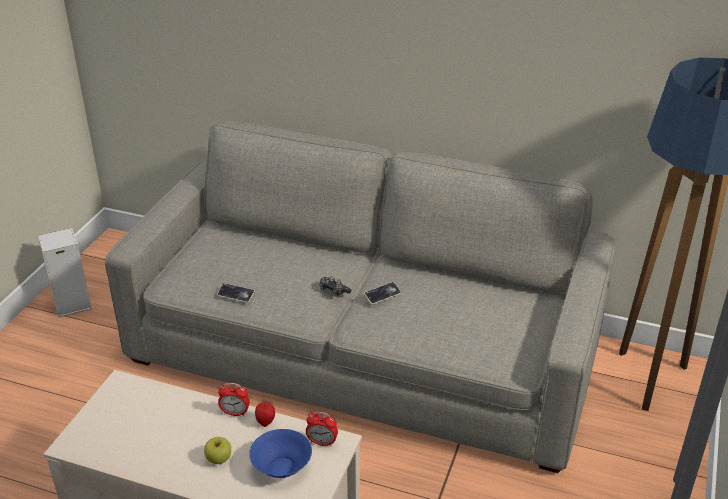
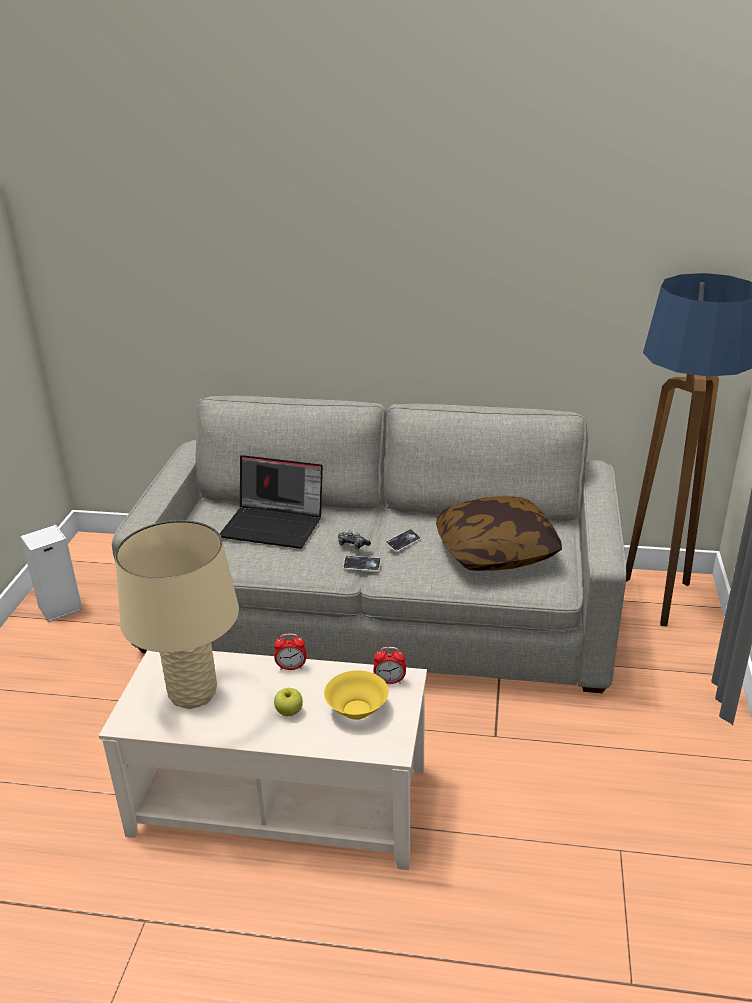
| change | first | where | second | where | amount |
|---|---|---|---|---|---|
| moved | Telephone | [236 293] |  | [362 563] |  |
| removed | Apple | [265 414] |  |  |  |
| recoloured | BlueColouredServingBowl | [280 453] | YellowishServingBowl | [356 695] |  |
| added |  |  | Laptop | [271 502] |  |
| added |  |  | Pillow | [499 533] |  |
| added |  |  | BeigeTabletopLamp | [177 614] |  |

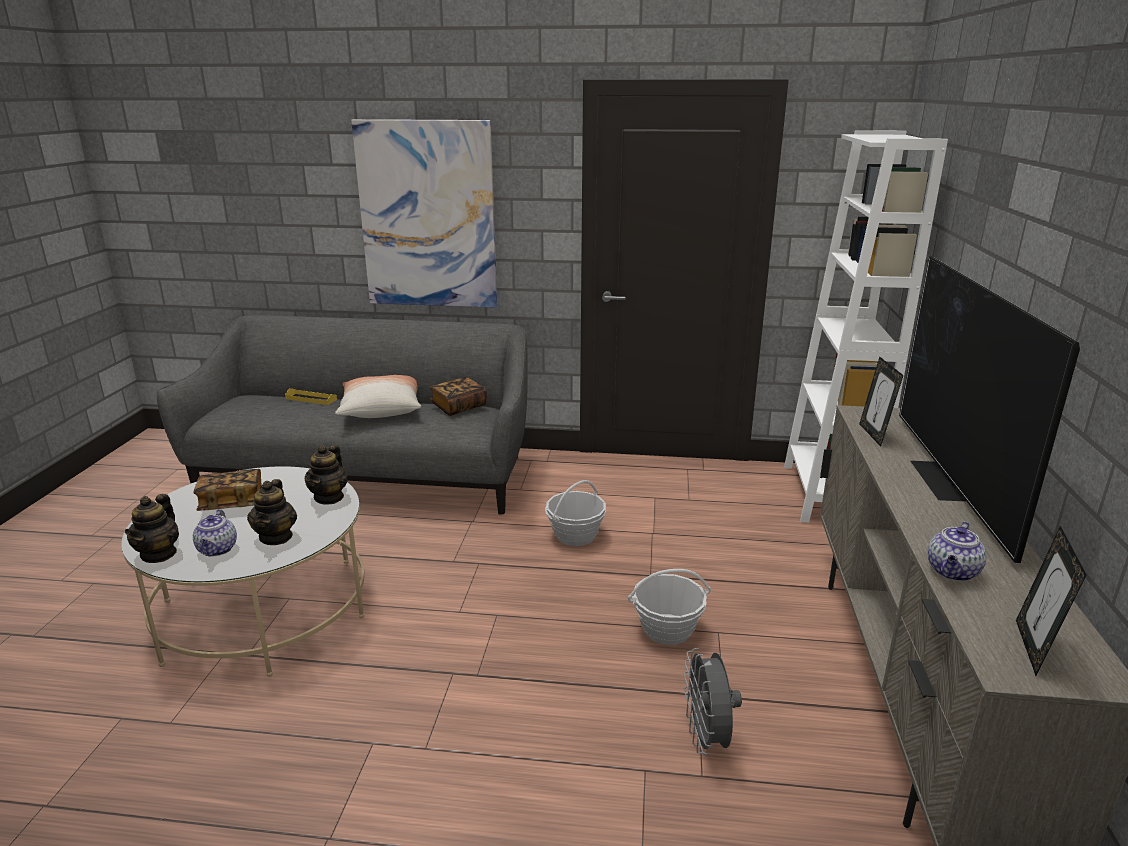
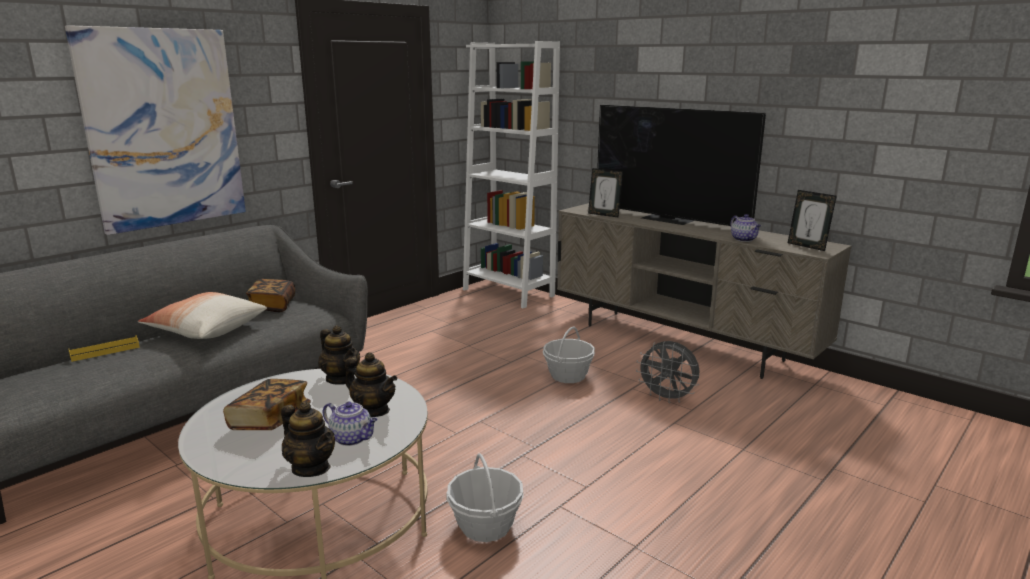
| change | first | where | second | where | amount |
|---|---|---|---|---|---|
| moved | StorageBasket | [575 513] |  | [485 497] |  |

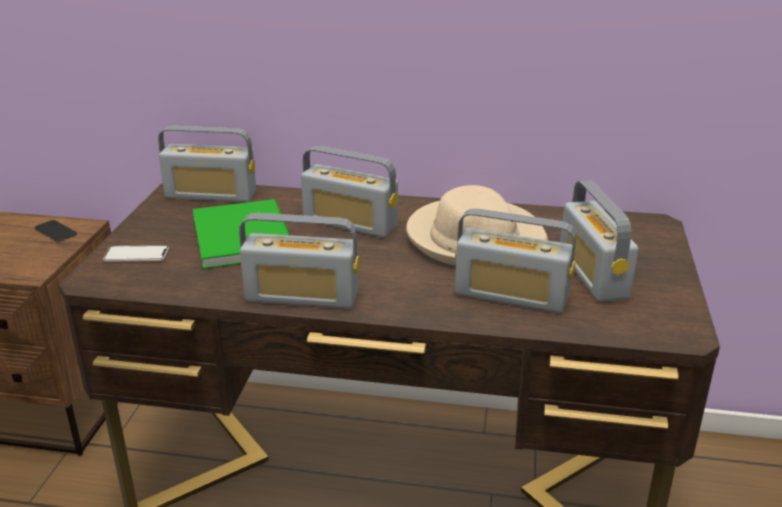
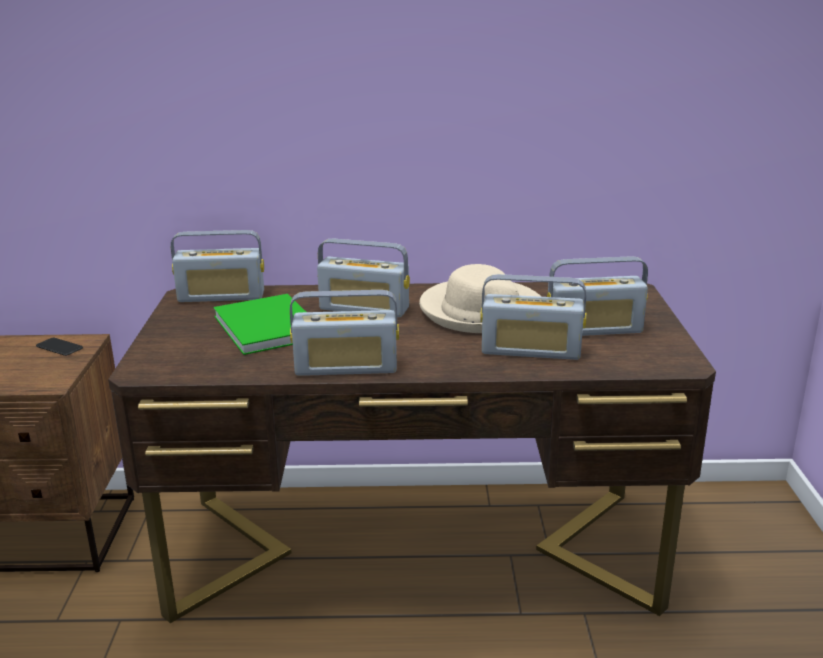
| change | first | where | second | where | amount |
|---|---|---|---|---|---|
| turned | Radio | [599 241] |  | [597 296] | 75 degrees counterclockwise |
| removed | Telephone | [136 253] |  |  |  |

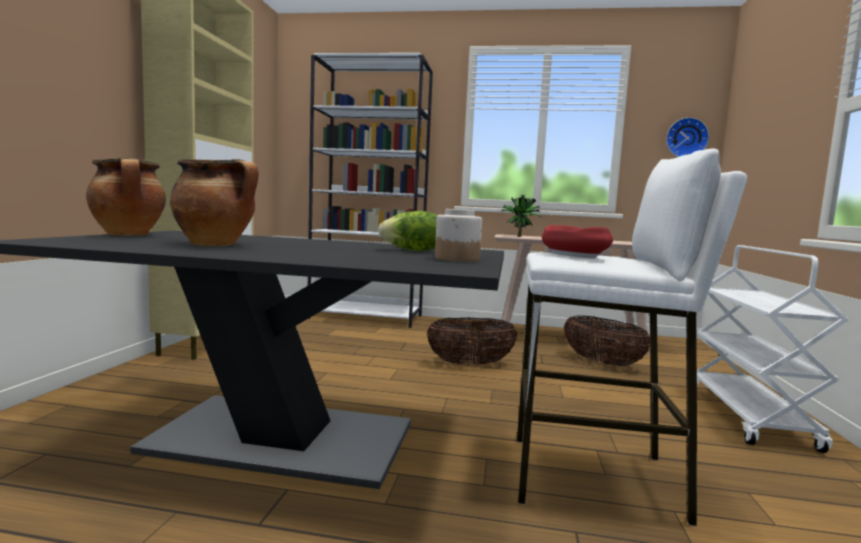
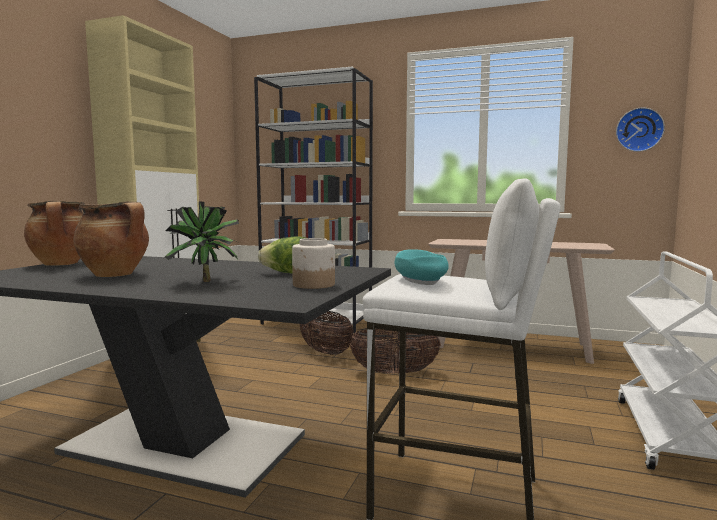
| change | first | where | second | where | amount |
|---|---|---|---|---|---|
| moved | PottedPlant | [521 216] |  | [202 242] |  |
| recoloured | RedServingBowl | [577 241] | BlueGreenServingBowl | [421 267] |  |
| moved | StorageBasket | [607 340] |  | [326 333] |  |

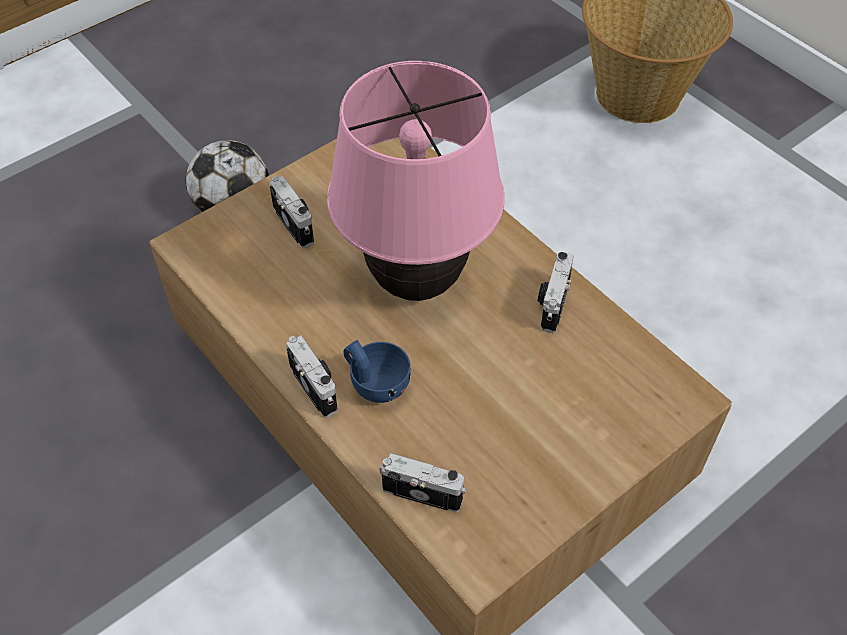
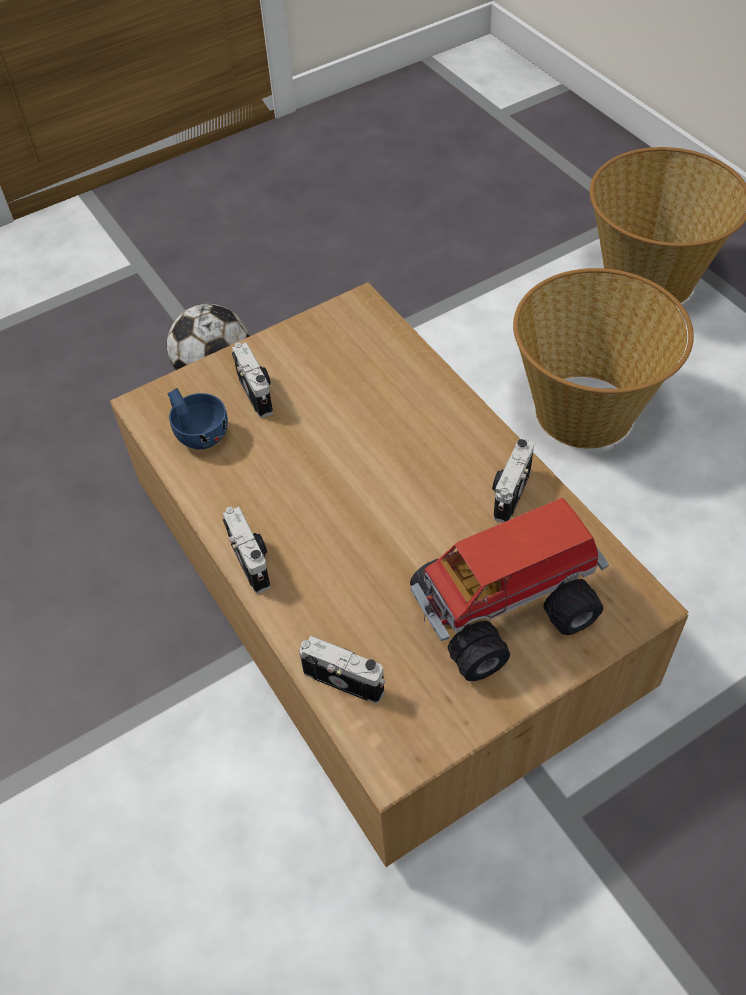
| change | first | where | second | where | amount |
|---|---|---|---|---|---|
| removed | PinkColouredTabletopLamp | [416 181] |  |  |  |
| moved | BlueColouredDrinkingCup | [377 371] |  | [197 418] |  |
| added |  |  | StorageBasket | [603 358] |  |
| added |  |  | ToyLorry | [509 589] |  |

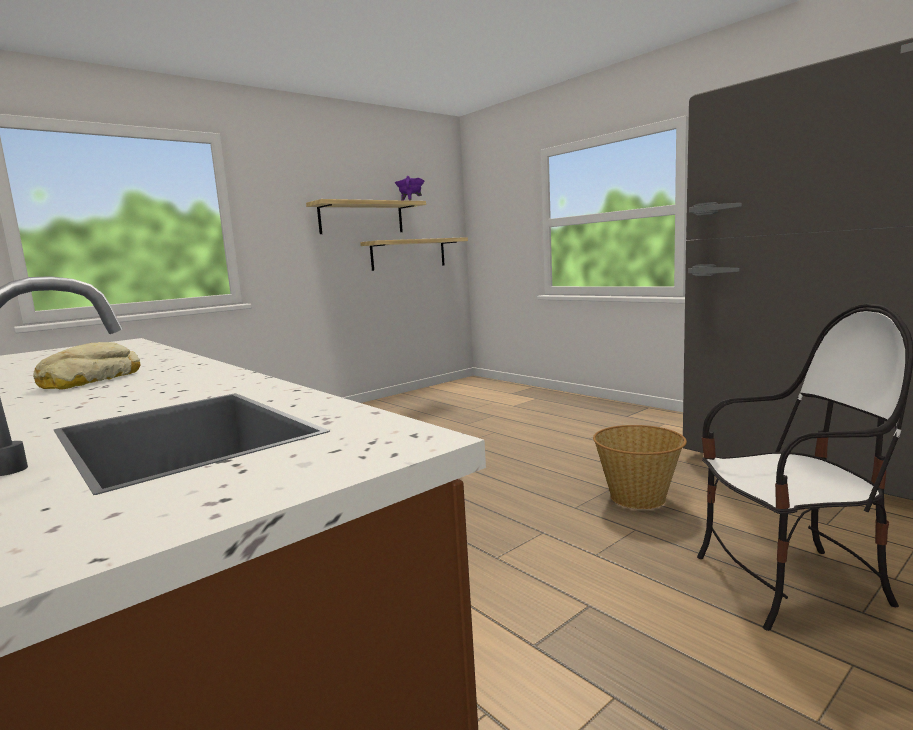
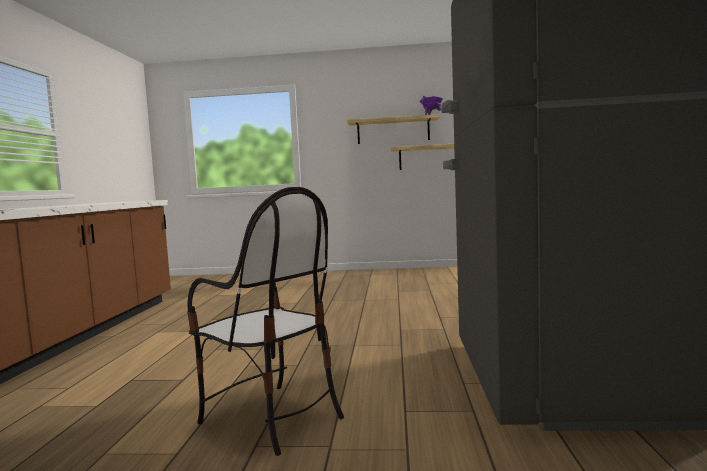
| change | first | where | second | where | amount |
|---|---|---|---|---|---|
| removed | BakeryBread | [87 366] |  |  |  |
| removed | StorageBasket | [640 467] |  |  |  |

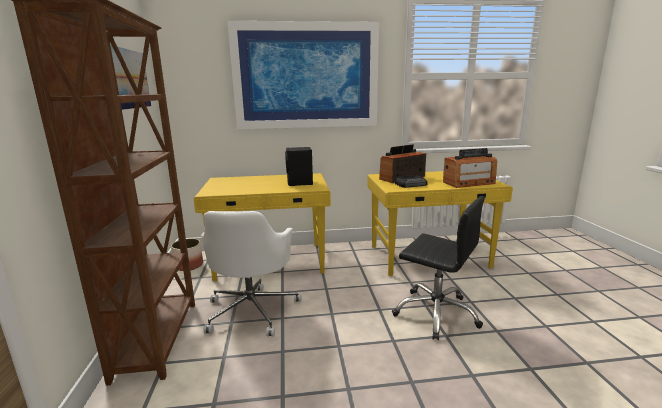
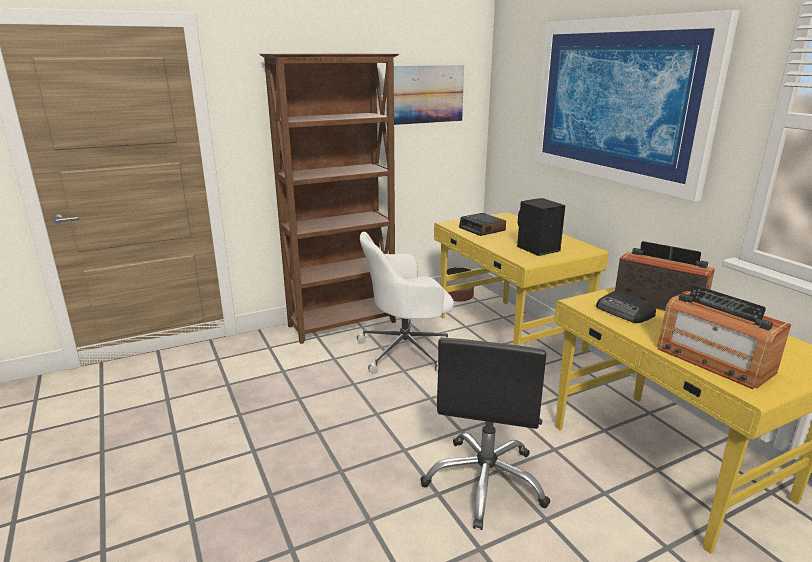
| change | first | where | second | where | amount |
|---|---|---|---|---|---|
| added |  |  | BedsideClock | [482 224] |  |

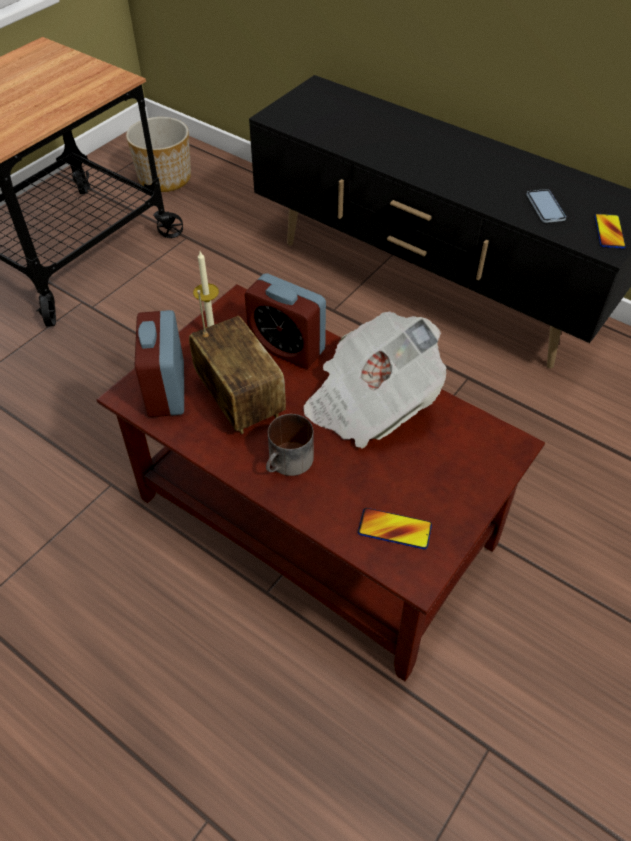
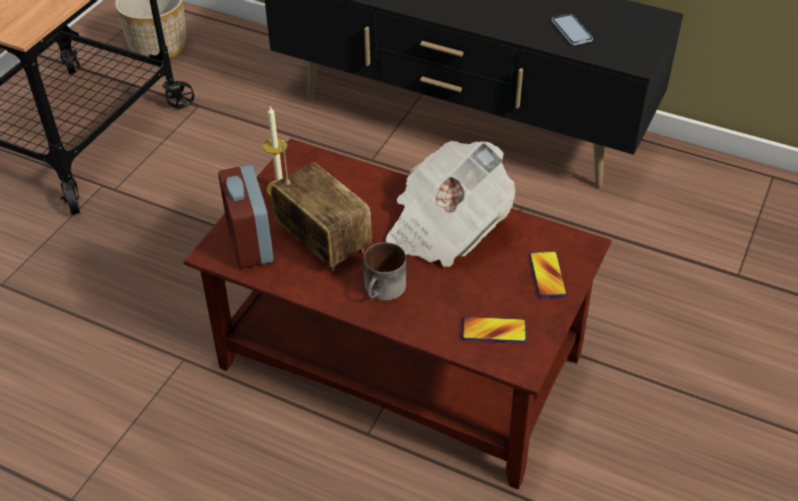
| change | first | where | second | where | amount |
|---|---|---|---|---|---|
| moved | Telephone | [610 231] |  | [548 274] |  |
| removed | BedsideClock | [285 321] |  |  |  |

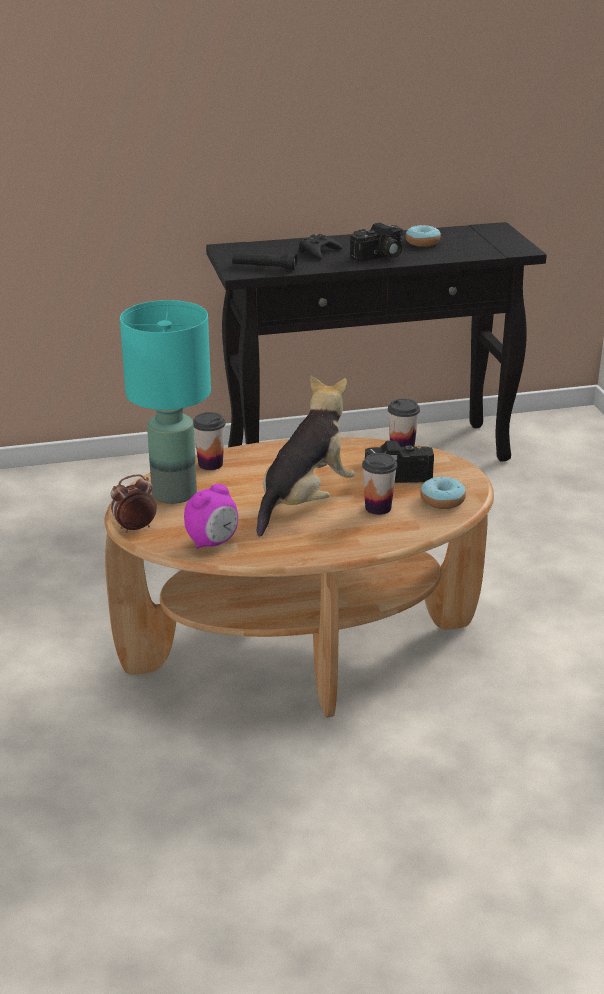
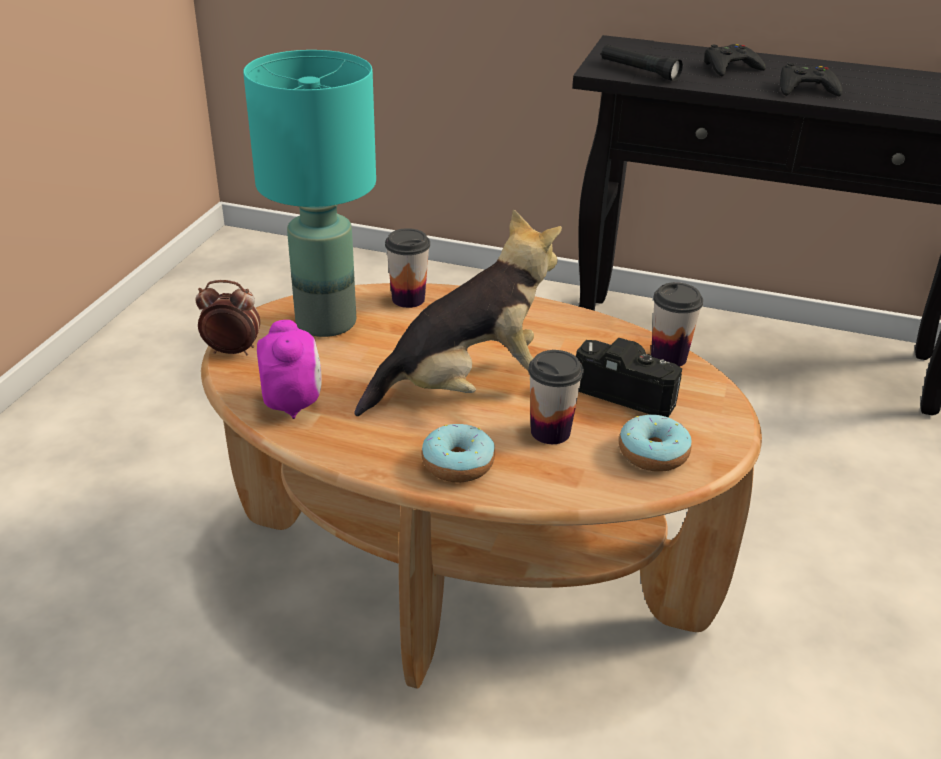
| change | first | where | second | where | amount |
|---|---|---|---|---|---|
| replaced | StillCamera | [376 242] | BlackColouredGameController | [811 79] |  |
| moved | RingDoughnut | [423 236] |  | [458 453] |  |
| turned | BedsideClock | [211 516] |  | [289 369] | 90 degrees counterclockwise |

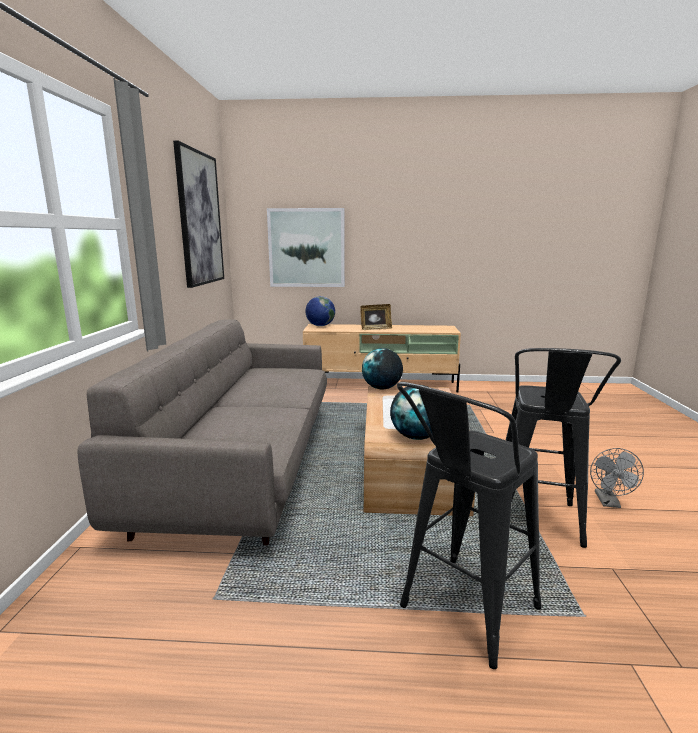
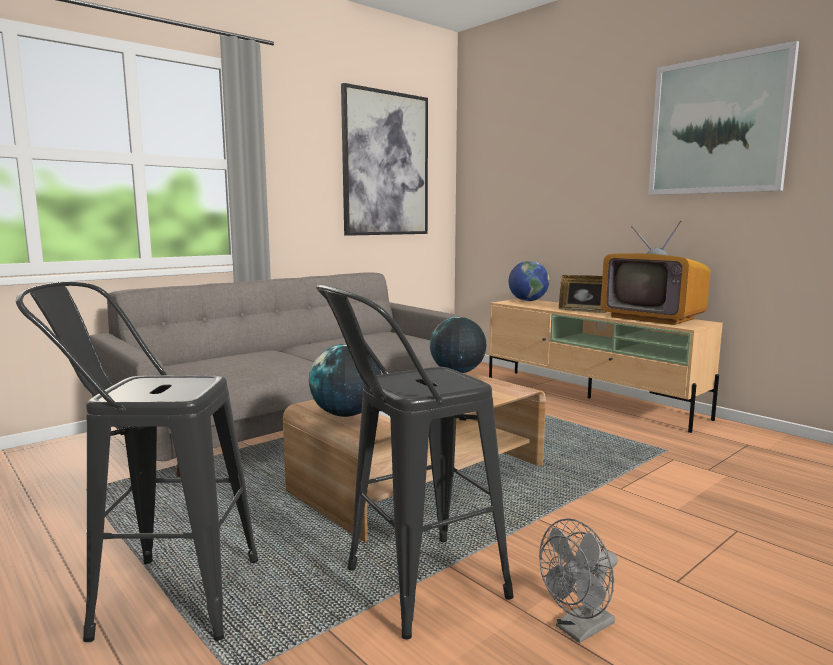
| change | first | where | second | where | amount |
|---|---|---|---|---|---|
| moved | Picture | [306 247] |  | [723 118] |  |
| added |  |  | Tv | [655 272] |  |

